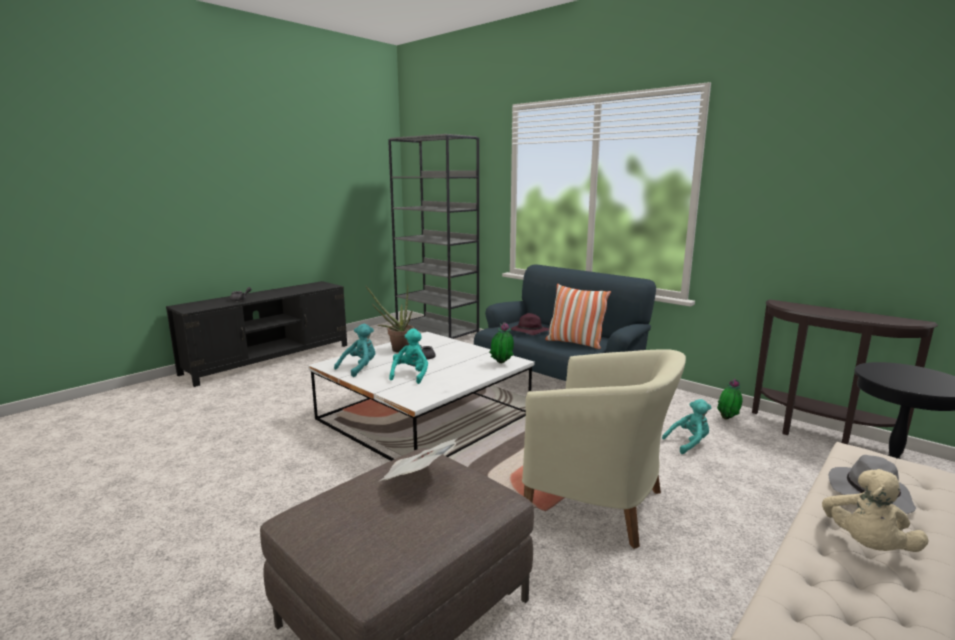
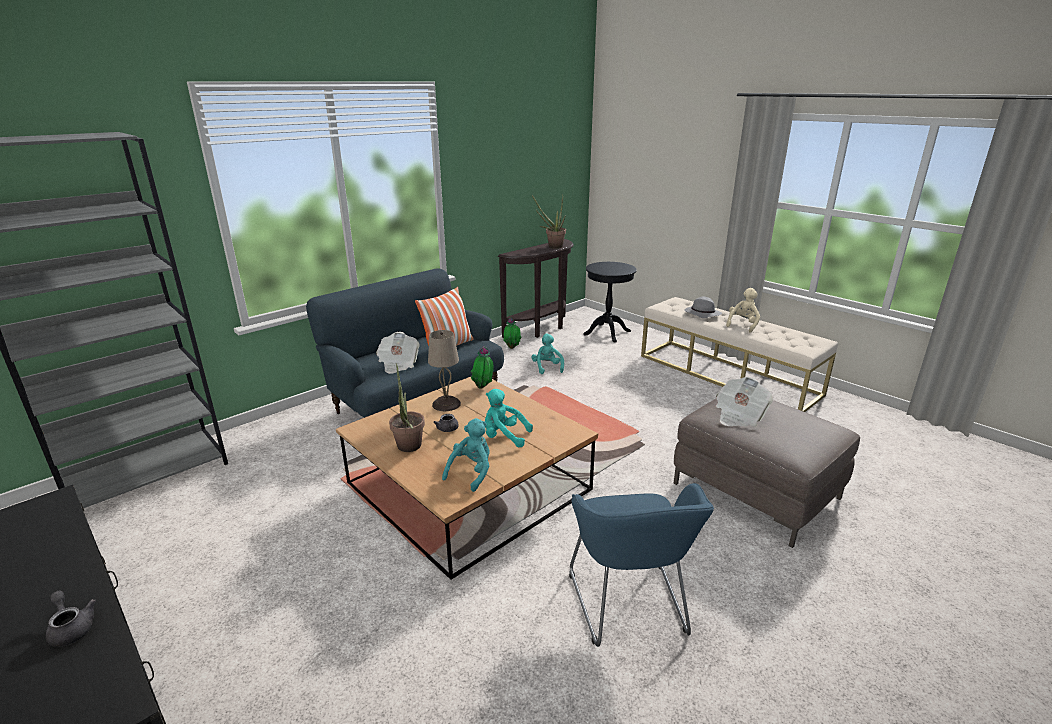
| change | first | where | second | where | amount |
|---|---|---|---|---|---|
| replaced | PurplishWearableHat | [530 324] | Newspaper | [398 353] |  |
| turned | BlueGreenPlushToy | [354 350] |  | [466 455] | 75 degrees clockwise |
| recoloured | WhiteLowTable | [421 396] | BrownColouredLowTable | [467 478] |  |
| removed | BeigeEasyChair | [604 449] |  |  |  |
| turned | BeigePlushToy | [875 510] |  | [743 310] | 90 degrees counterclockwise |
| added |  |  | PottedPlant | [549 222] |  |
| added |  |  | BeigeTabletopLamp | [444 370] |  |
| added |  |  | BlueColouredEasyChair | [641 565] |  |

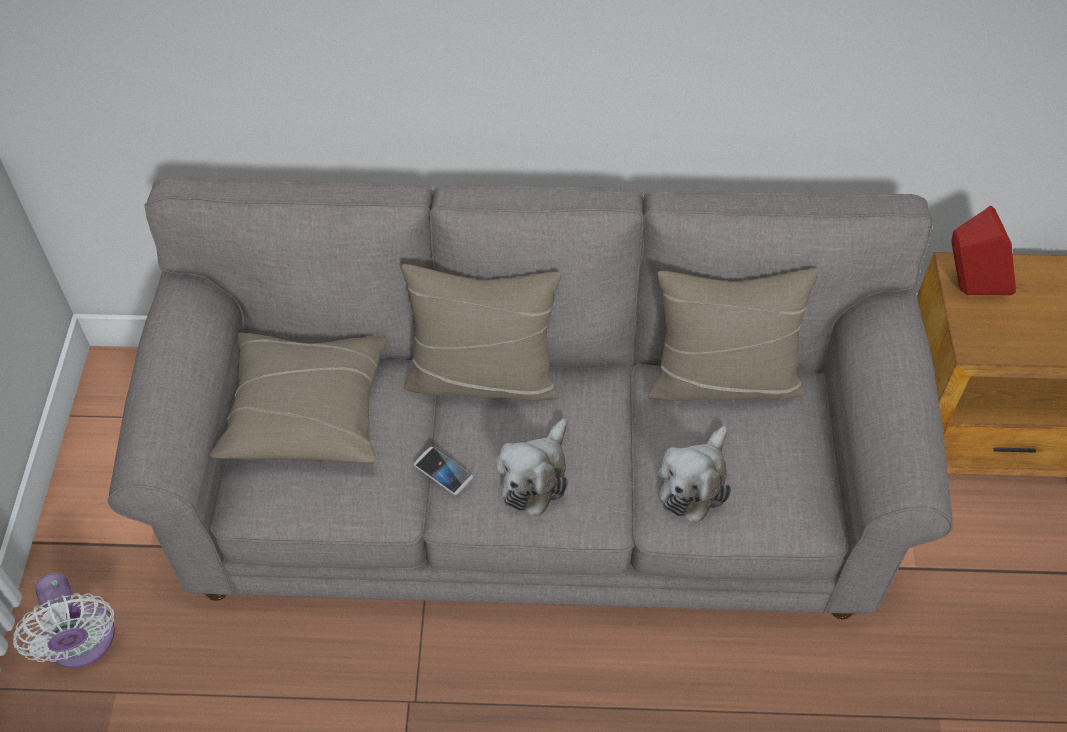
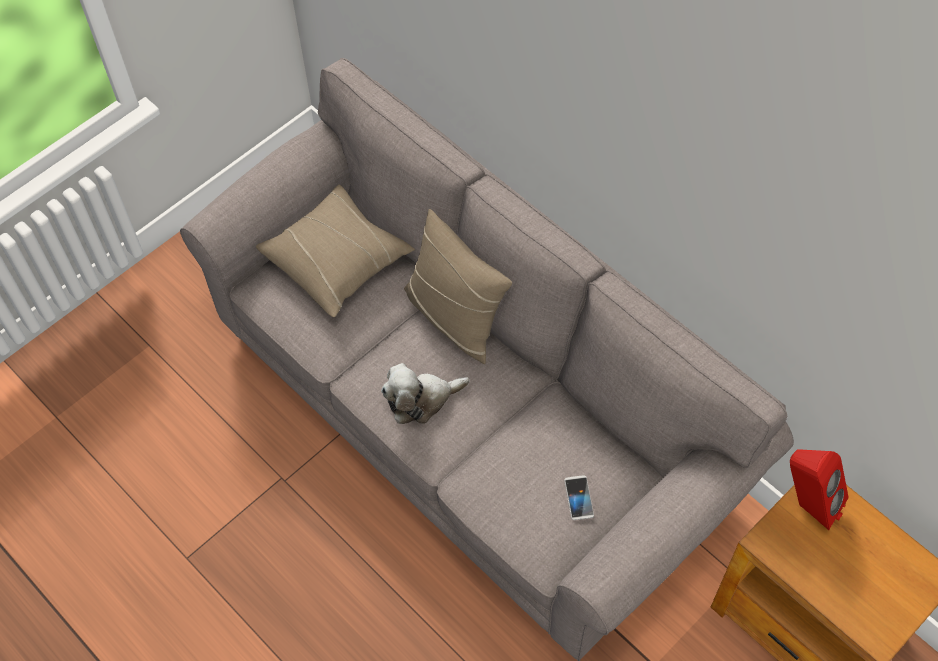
| change | first | where | second | where | amount |
|---|---|---|---|---|---|
| removed | BeigePillow | [733 334] |  |  |  |
| removed | PlushToy | [694 474] |  |  |  |
| moved | Telephone | [443 471] |  | [579 498] |  |
| removed | WhiteCoolingFan | [64 620] |  |  |  |

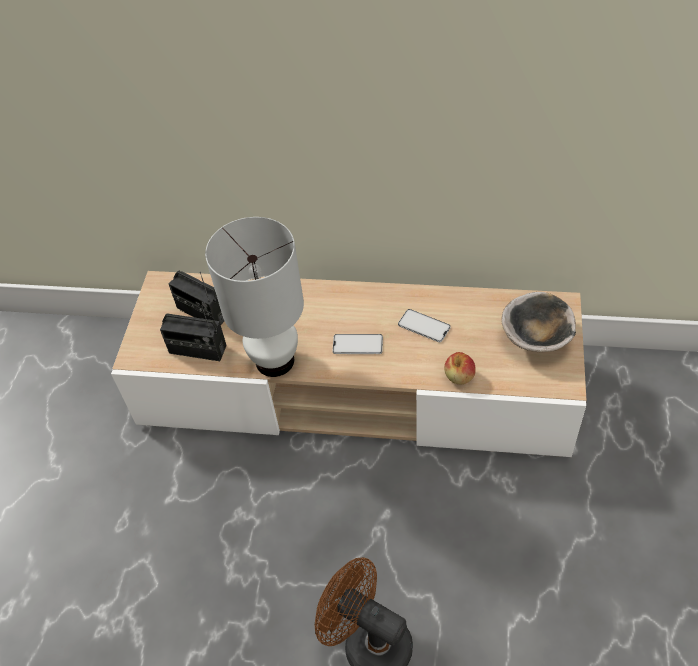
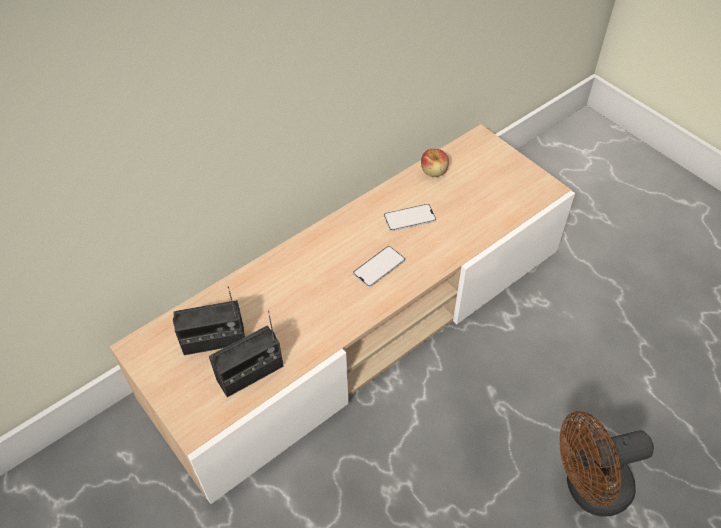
| change | first | where | second | where | amount |
|---|---|---|---|---|---|
| removed | WhiteTabletopLamp | [254 297] |  |  |  |
| removed | ServingBowl | [538 322] |  |  |  |
| moved | Apple | [460 368] |  | [435 163] |  |

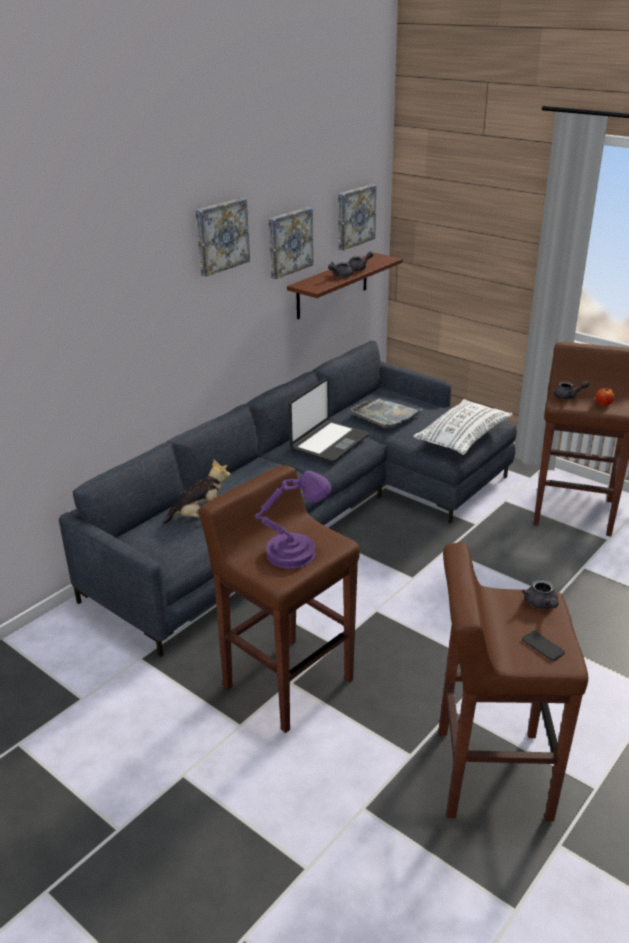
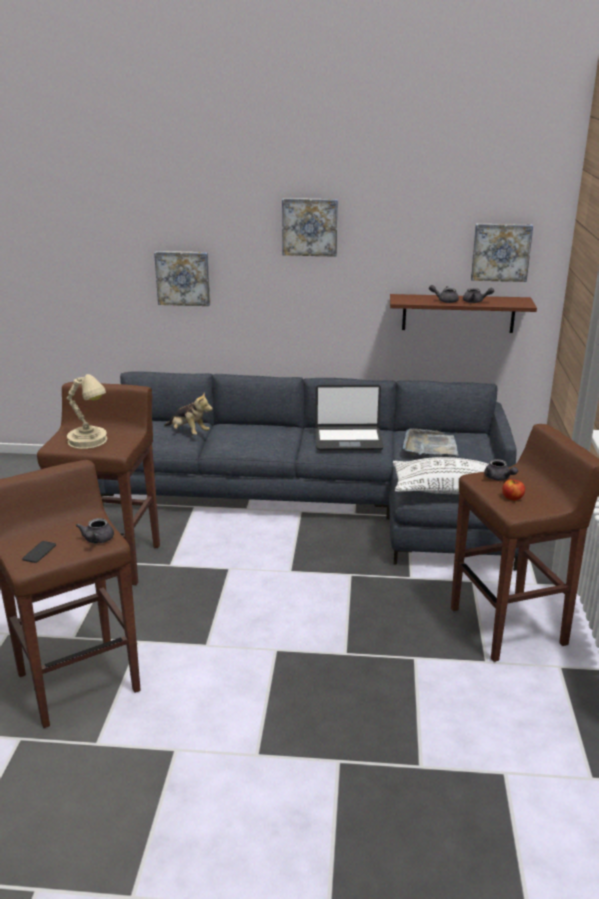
| change | first | where | second | where | amount |
|---|---|---|---|---|---|
| moved | Picture | [291 243] |  | [182 278] |  |
| recoloured | PurplishTabletopLamp | [293 520] | BeigeTabletopLamp | [86 411] |  |
| turned | GreyTeapot | [540 594] |  | [95 530] | 45 degrees counterclockwise |

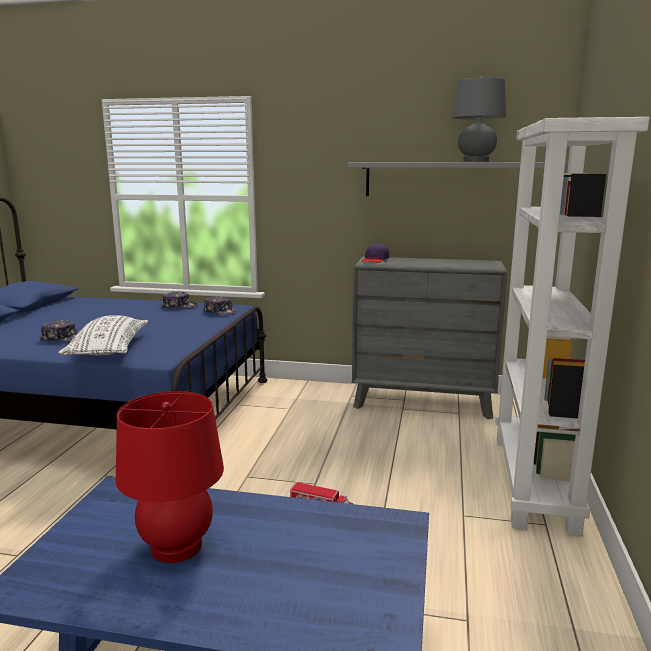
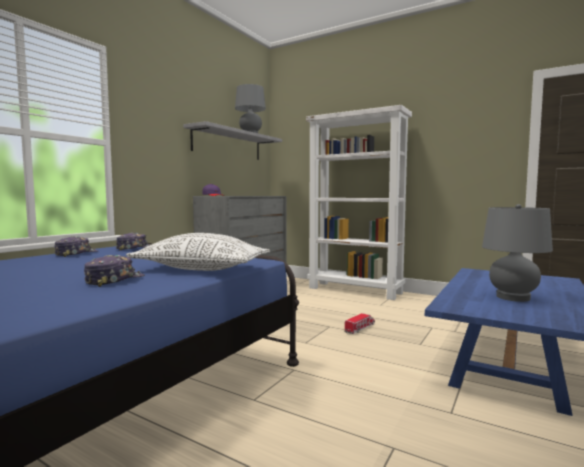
| change | first | where | second | where | amount |
|---|---|---|---|---|---|
| recoloured | RedTabletopLamp | [170 477] | GreyTabletopLamp | [517 253] |  |

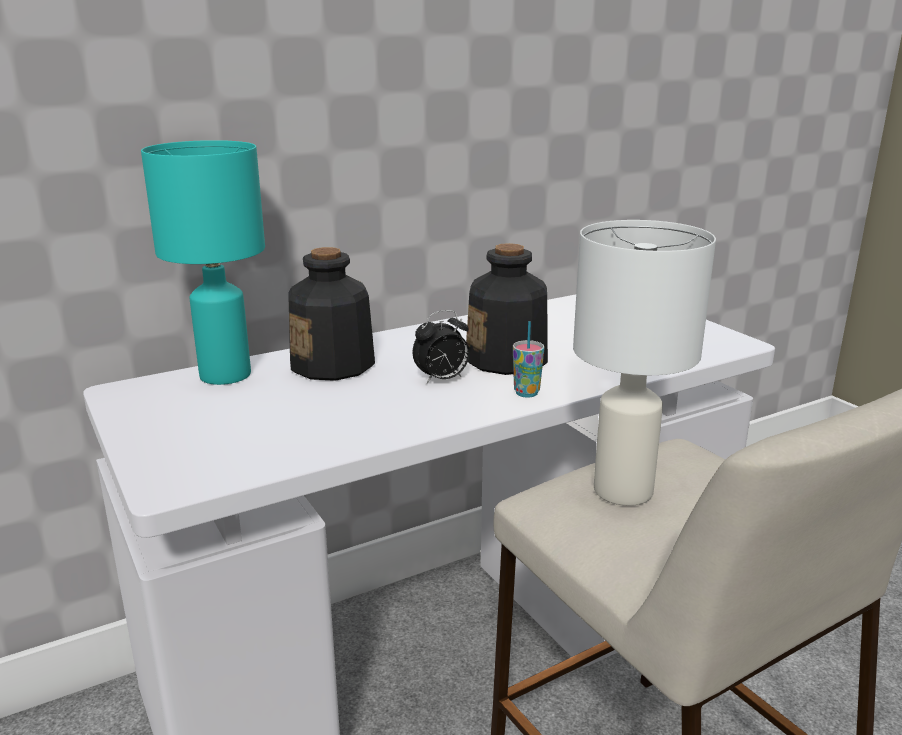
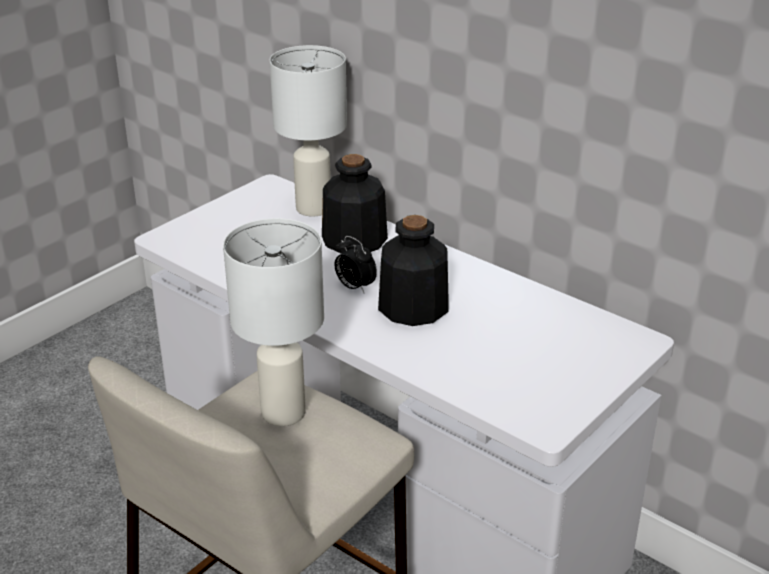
| change | first | where | second | where | amount |
|---|---|---|---|---|---|
| recoloured | BlueGreenTabletopLamp | [203 262] | WhiteTabletopLamp | [308 131] |  |
| removed | DrinkingCup | [529 359] |  |  |  |

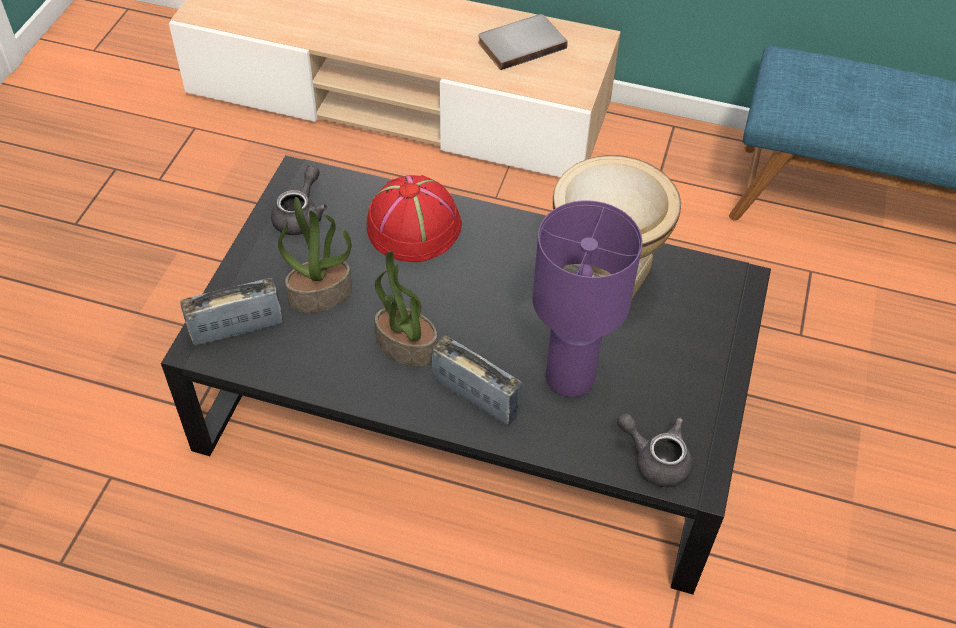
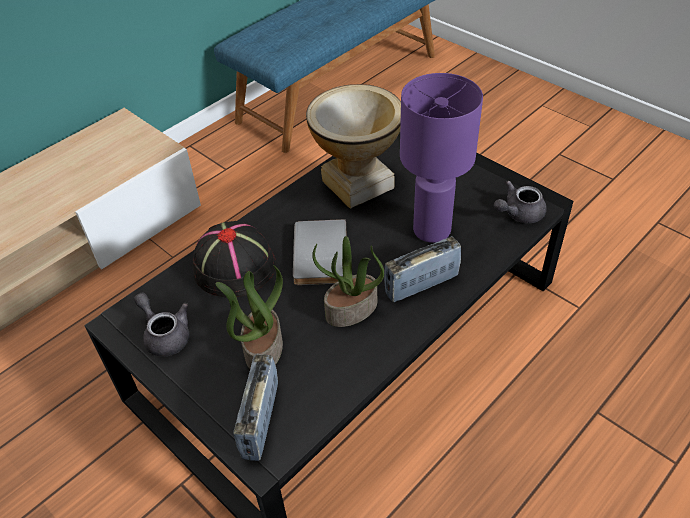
| change | first | where | second | where | amount |
|---|---|---|---|---|---|
| moved | GreyBoundBook | [523 42] |  | [320 252] |  |
| recoloured | RedWearableHat | [414 218] | BlackColouredWearableHat | [234 259] |  |

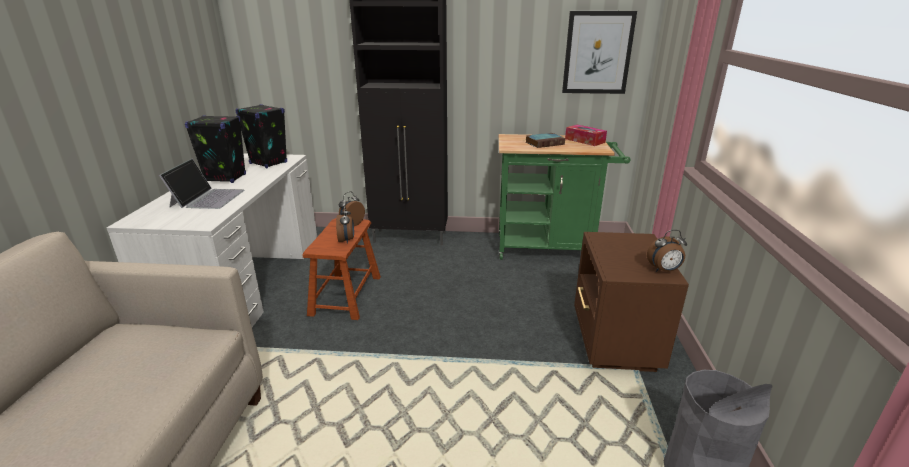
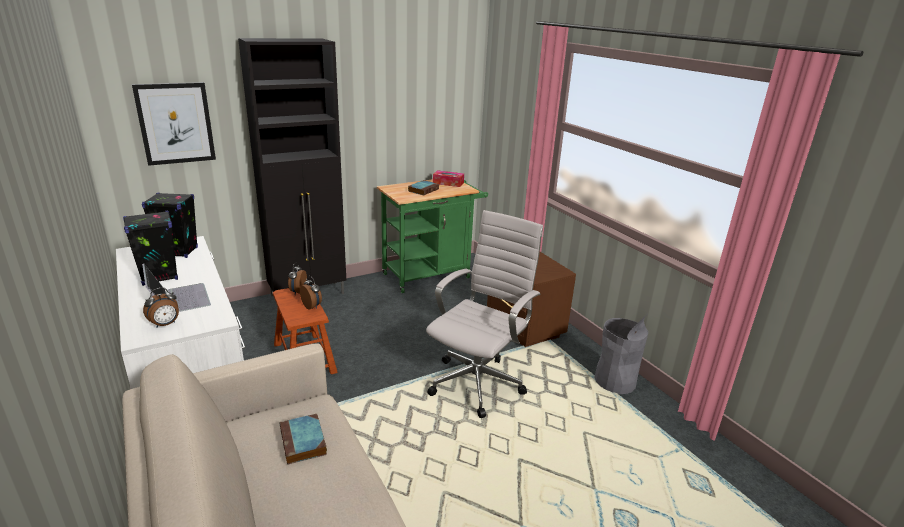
| change | first | where | second | where | amount |
|---|---|---|---|---|---|
| moved | Picture | [599 52] |  | [174 124] |  |
| moved | BedsideClock | [667 251] |  | [161 307] |  |
| added |  |  | WhiteDeskChair | [484 314] |  |
| added |  |  | BoundBook | [303 439] |  |

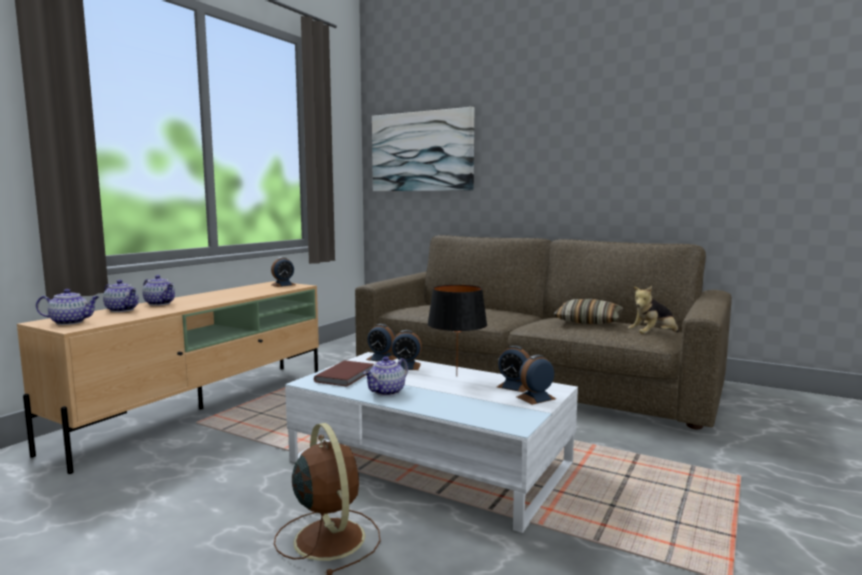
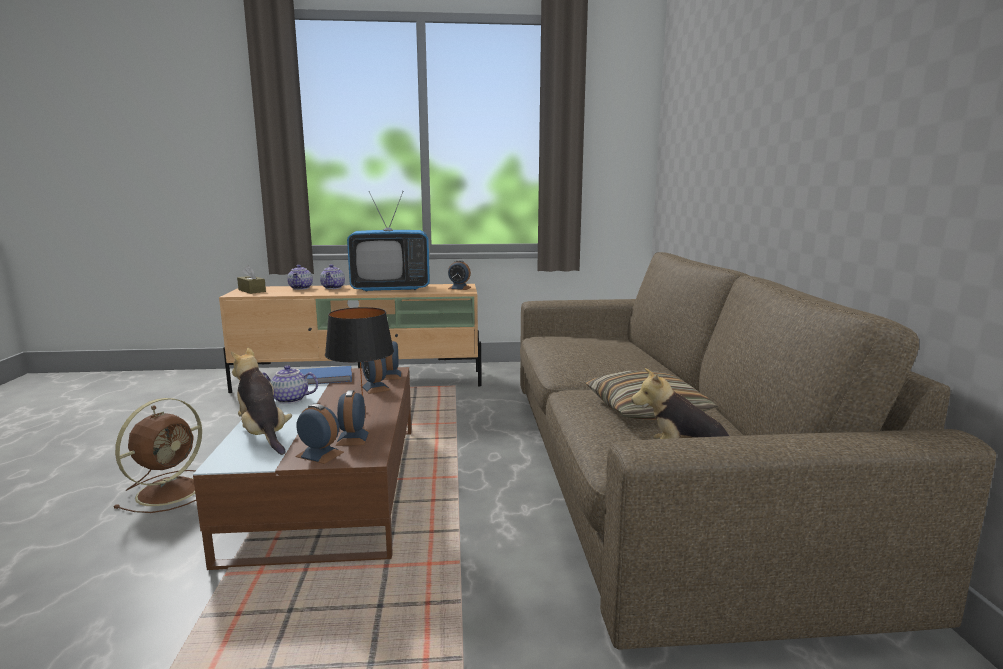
| change | first | where | second | where | amount |
|---|---|---|---|---|---|
| removed | Picture | [423 149] |  |  |  |
| replaced | Teapot | [67 307] | BrownColouredTissueHolder | [251 280] |  |
| recoloured | WhiteLowTable | [431 442] | BrownColouredLowTable | [302 468] |  |
| recoloured | BrownColouredBoundBook | [344 373] | BlueColouredBoundBook | [325 375] |  |
| added |  |  | Tv | [388 241] |  |
| added |  |  | PlushToy | [261 401] |  |

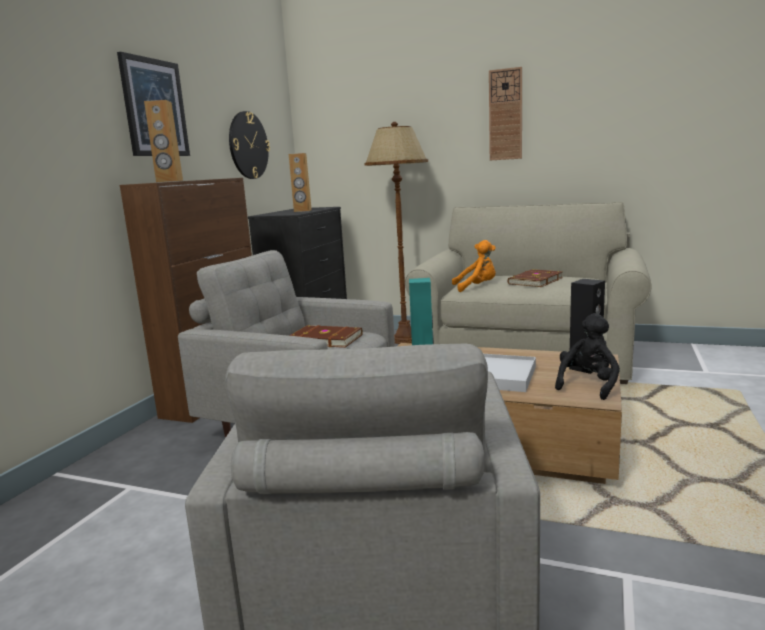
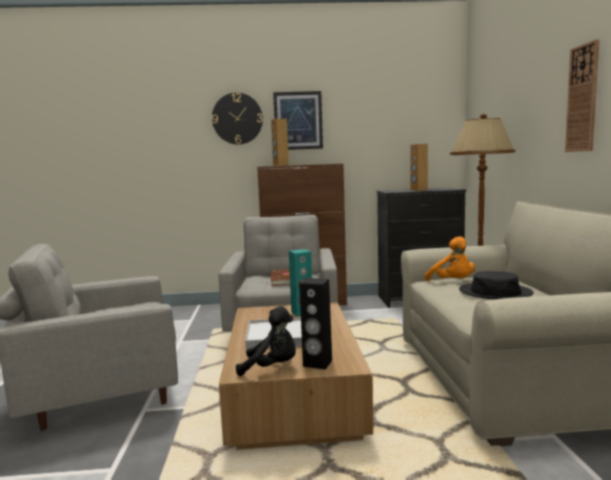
| change | first | where | second | where | amount |
|---|---|---|---|---|---|
| moved | ClockOnTheWall | [249 145] |  | [237 119] |  |
| replaced | BrownColouredBoundBook | [535 278] | BlackColouredWearableHat | [496 285] |  |

